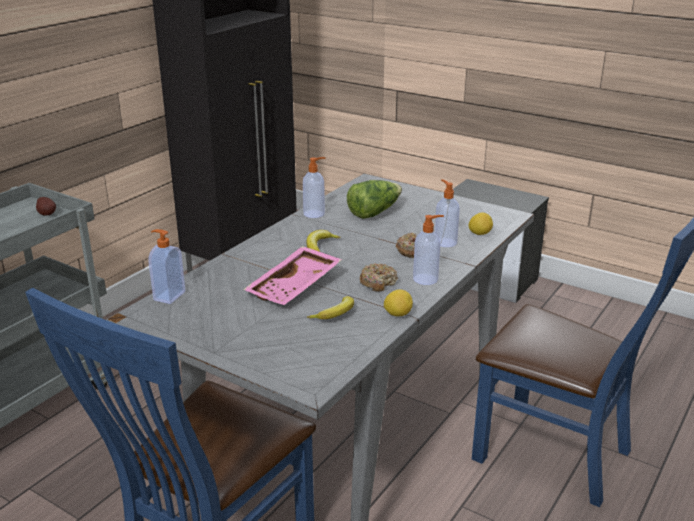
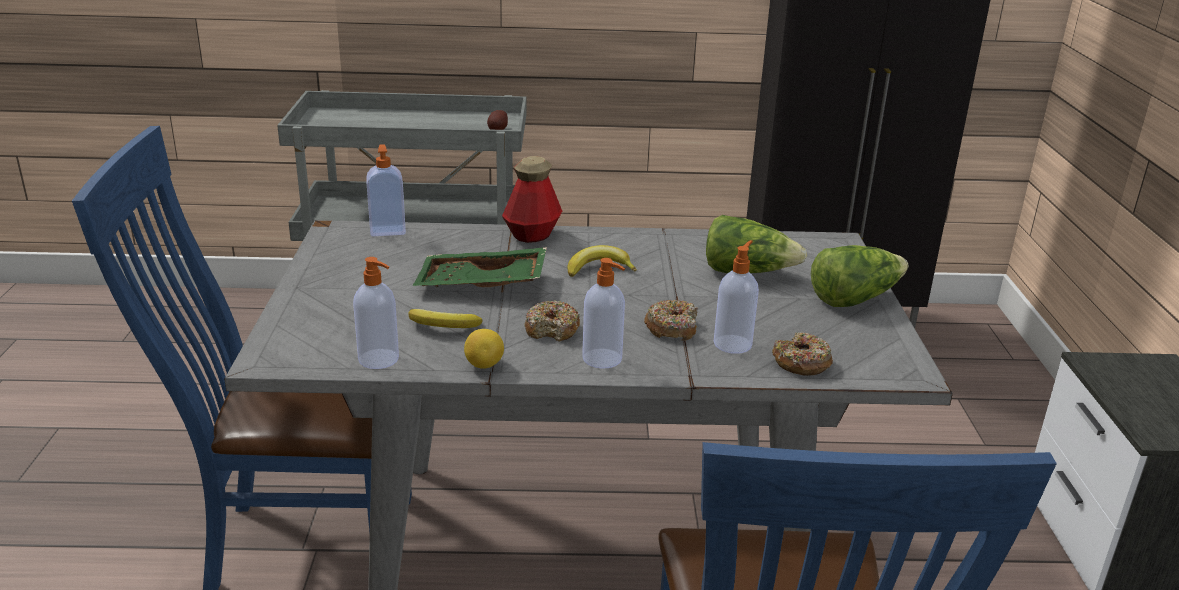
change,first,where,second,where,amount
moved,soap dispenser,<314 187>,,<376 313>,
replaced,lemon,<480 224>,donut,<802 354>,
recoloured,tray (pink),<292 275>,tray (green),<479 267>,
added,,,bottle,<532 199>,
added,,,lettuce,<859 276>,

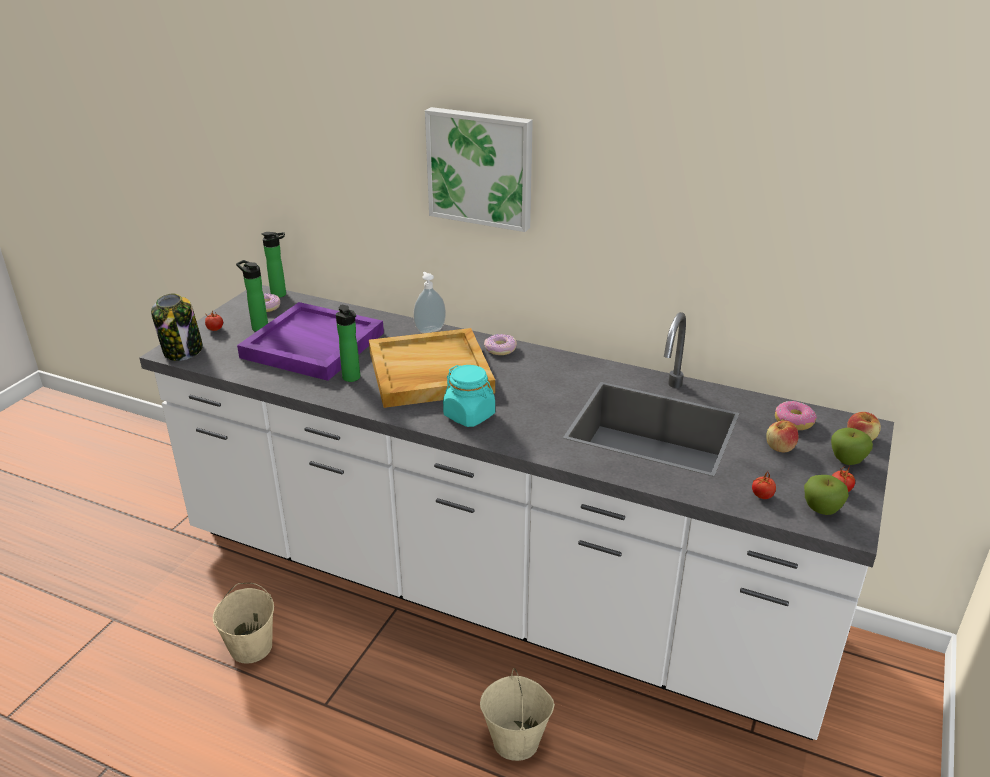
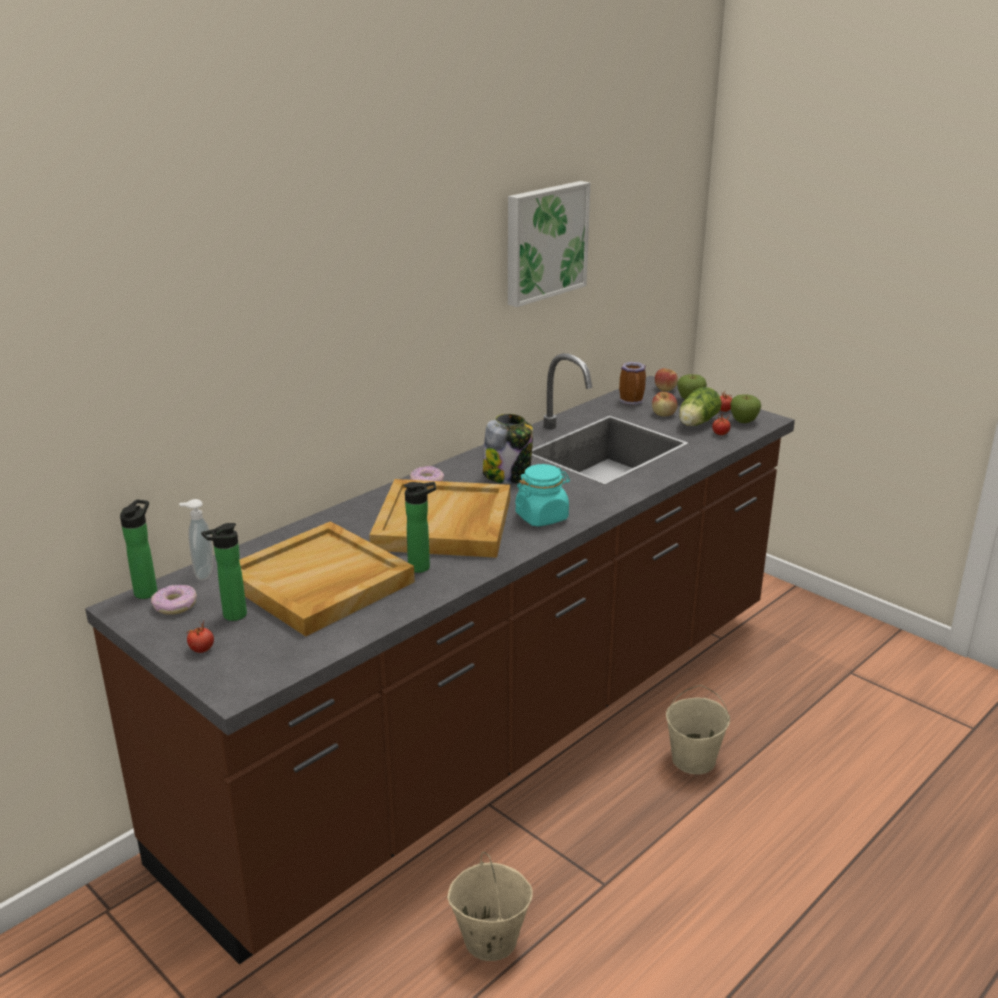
change,first,where,second,where,amount
moved,picture,<479 169>,,<549 244>,
moved,soap dispenser,<429 302>,,<196 539>,
recoloured,counter (white),<516 512>,counter (brown),<440 659>,
moved,jar,<177 327>,,<508 449>,
recoloured,tray (purple),<310 341>,tray (beige),<327 578>,
replaced,donut,<796 415>,mug,<632 383>,
added,,,lettuce,<700 406>,

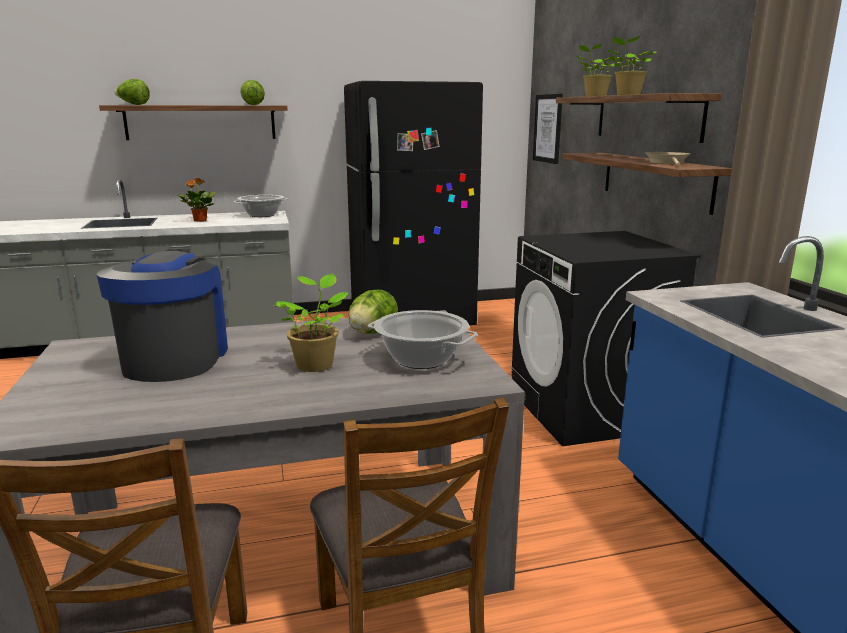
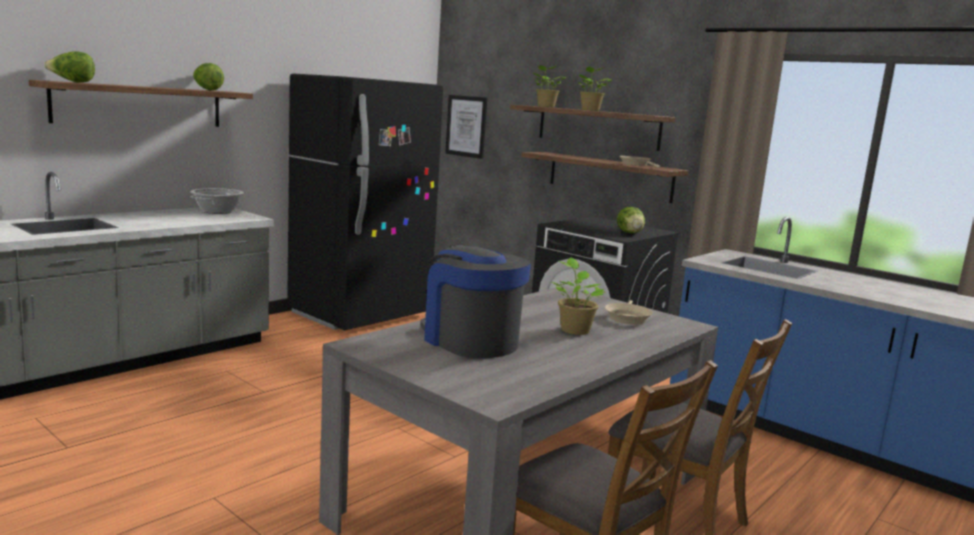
change,first,where,second,where,amount
removed,potted plant,<196 200>,,,
moved,lettuce,<373 312>,,<631 220>,
replaced,cooking pot,<423 339>,frying pan (beige),<629 312>,

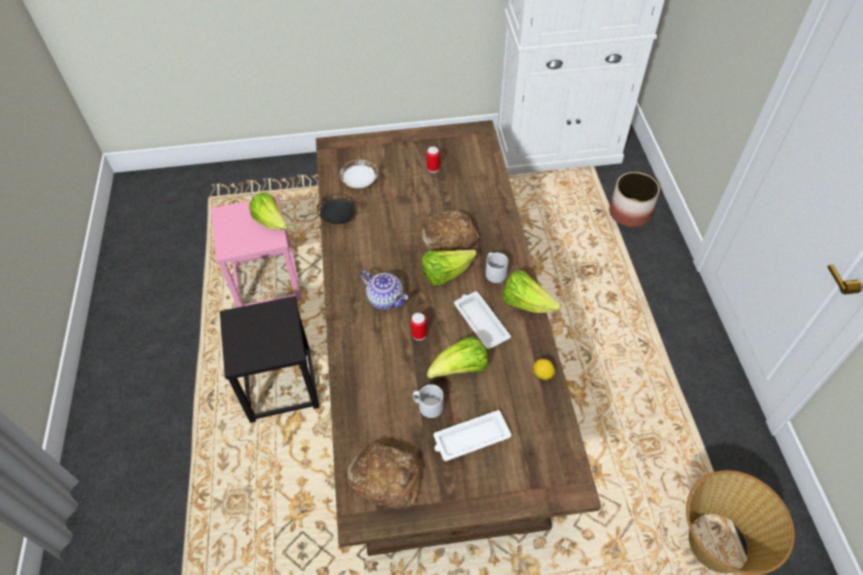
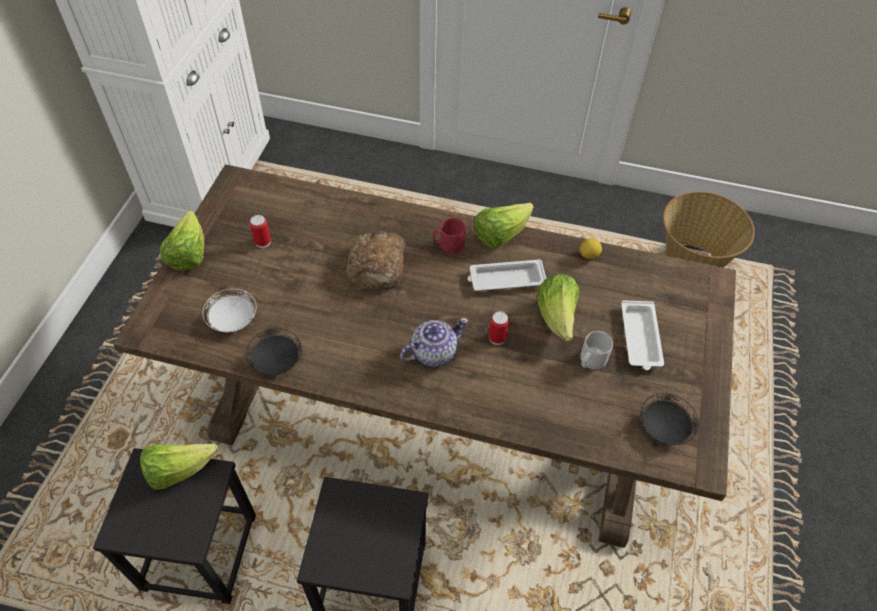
change,first,where,second,where,amount
removed,planter,<634 199>,,,
recoloured,stool (pink),<256 251>,stool (black),<174 526>,
moved,lettuce,<449 268>,,<182 240>,
recoloured,mug (grey),<496 267>,mug (red),<449 236>,
replaced,bread,<384 476>,plate (black),<669 419>,

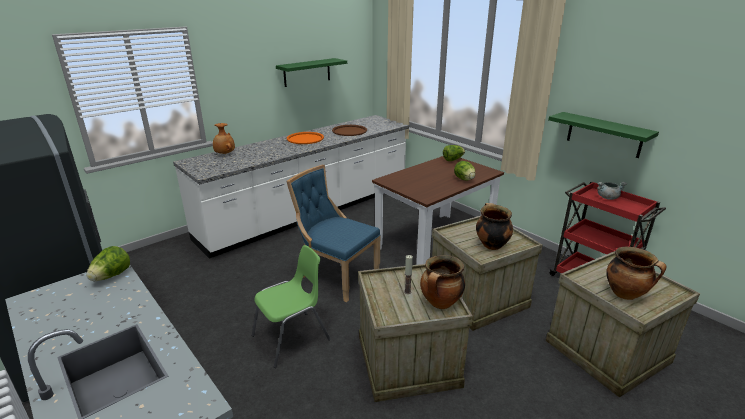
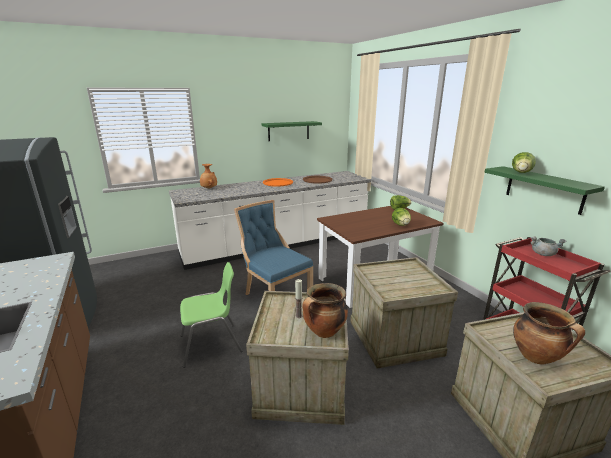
change,first,where,second,where,amount
removed,cooking pot,<494 226>,,,
moved,lettuce,<108 263>,,<524 162>,

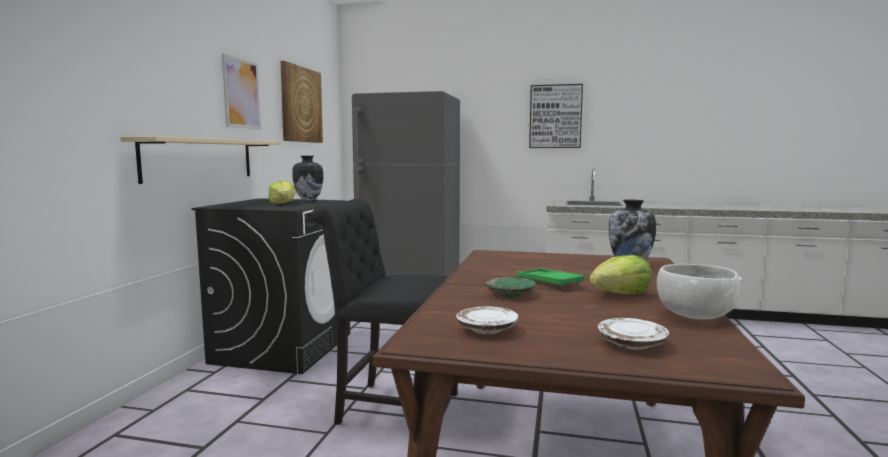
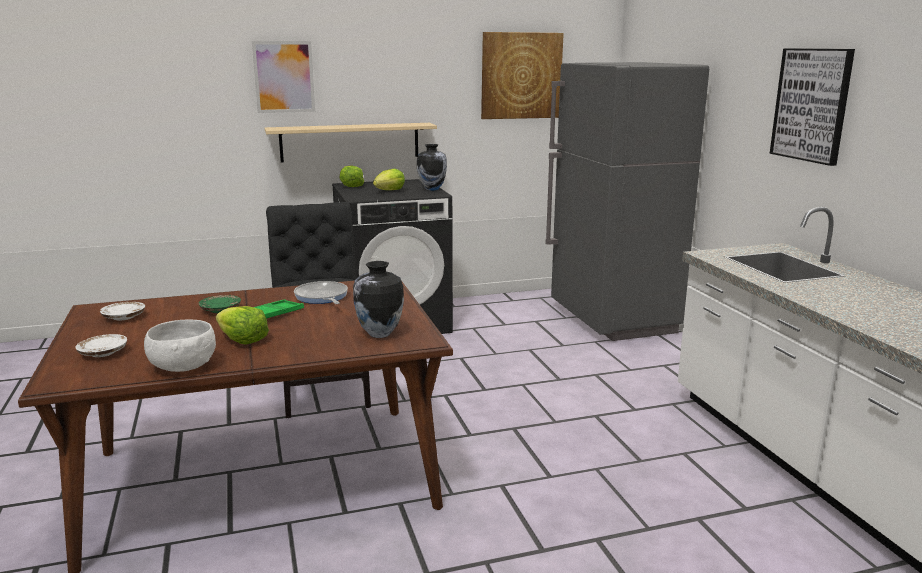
change,first,where,second,where,amount
moved,picture,<241 91>,,<283 77>,
added,,,lettuce,<352 176>,
added,,,frying pan,<321 292>,

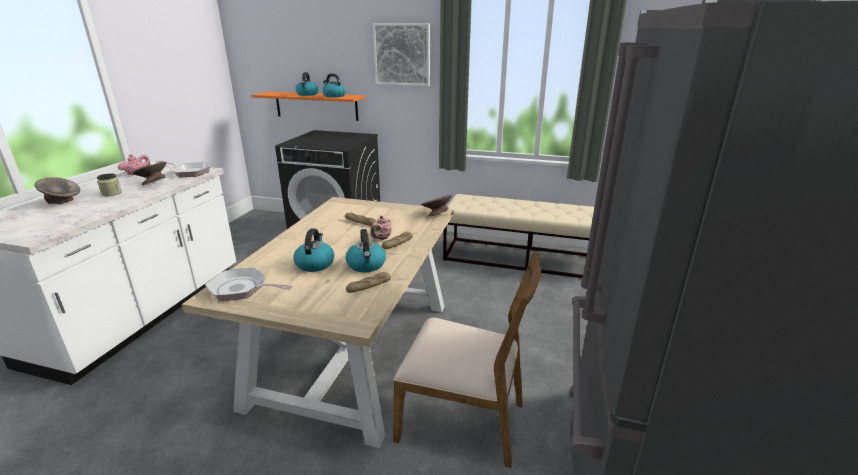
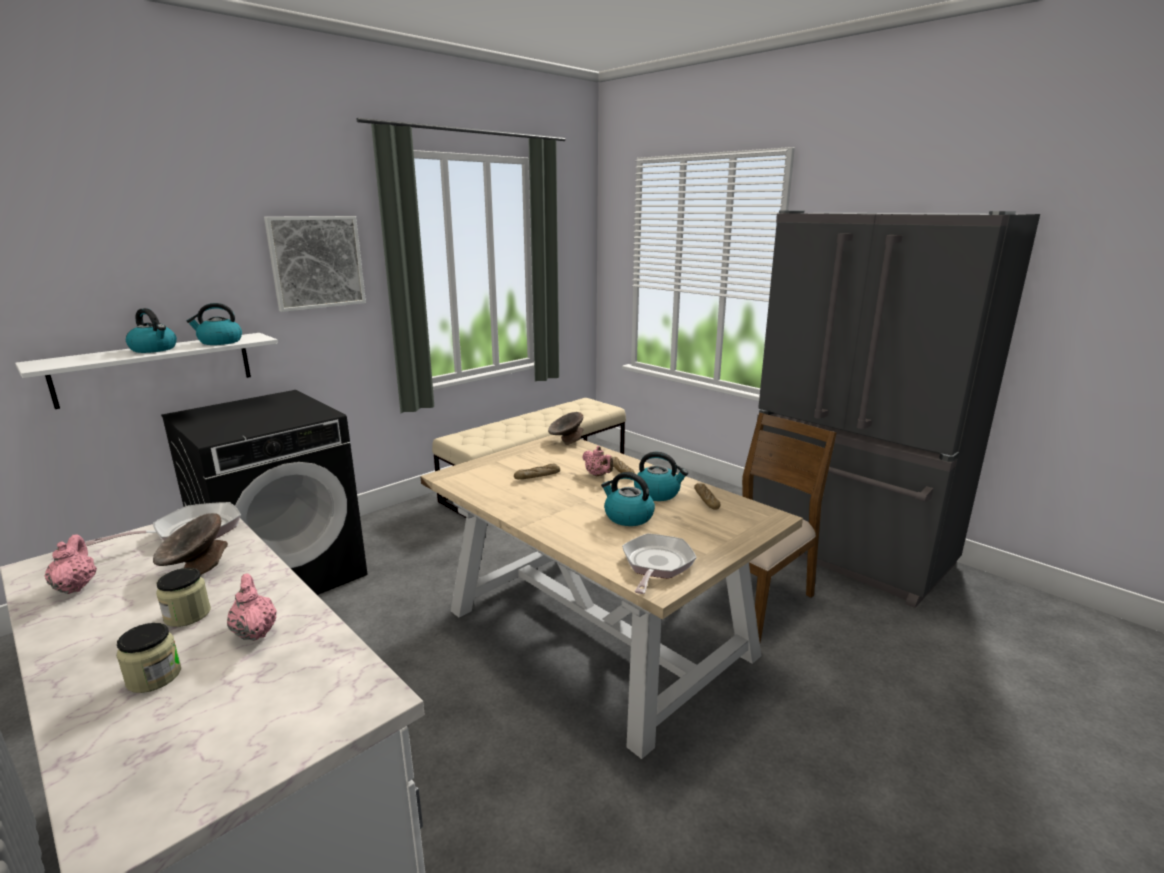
change,first,where,second,where,amount
recoloured,shelf (orange),<308 106>,shelf (white),<146 371>,
replaced,bowl (grey),<57 190>,jar,<149 658>,
turned,frying pan,<248 284>,,<659 563>,150 degrees clockwise
added,,,teapot (pink),<252 607>,

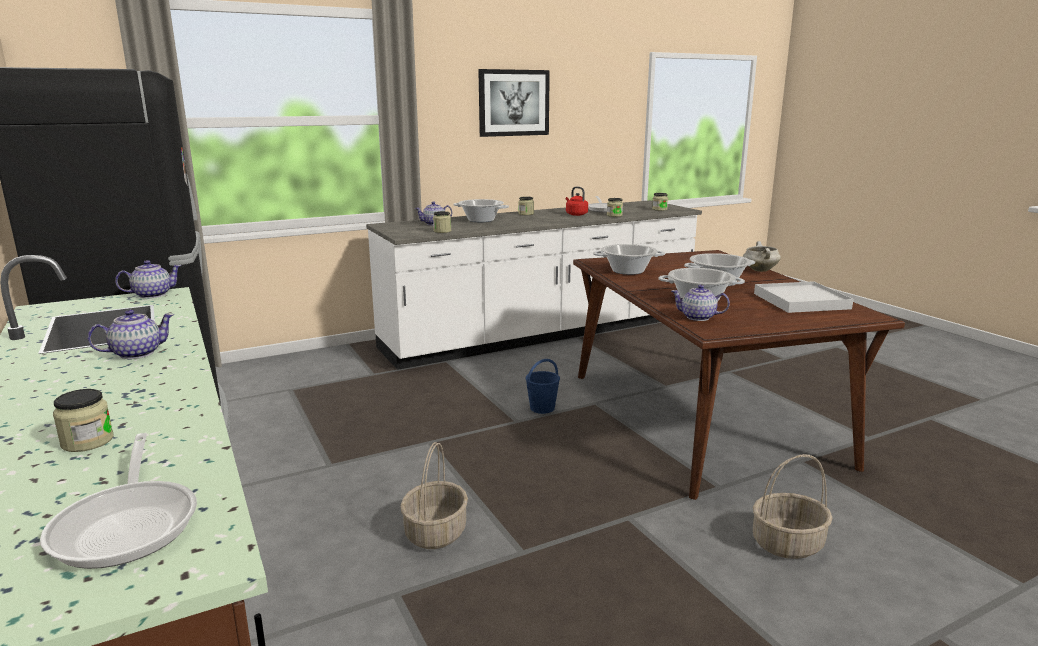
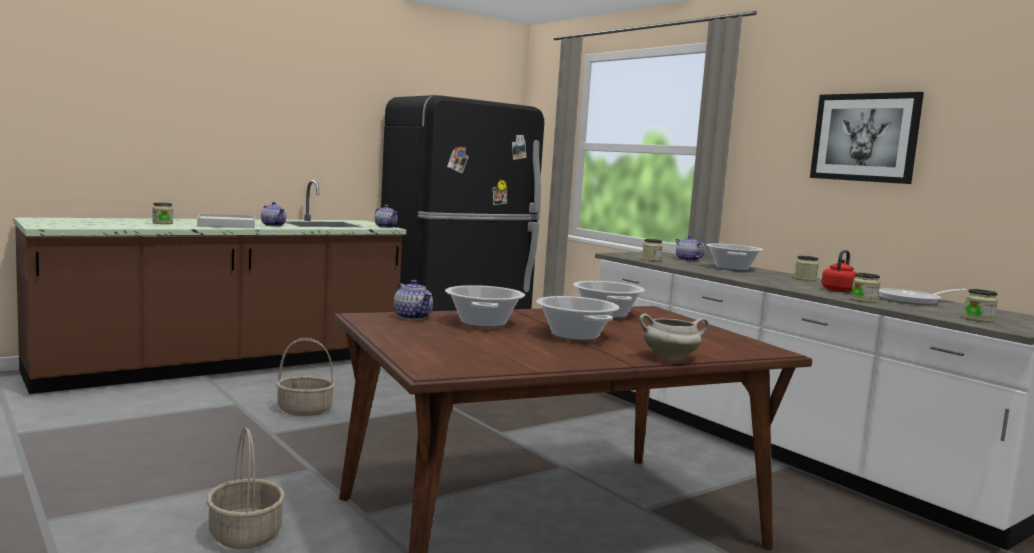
change,first,where,second,where,amount
moved,tray (white),<804 297>,,<226 221>,
turned,teapot,<700 303>,,<413 300>,135 degrees clockwise
removed,bucket (blue),<543 386>,,,
removed,frying pan,<118 501>,,,

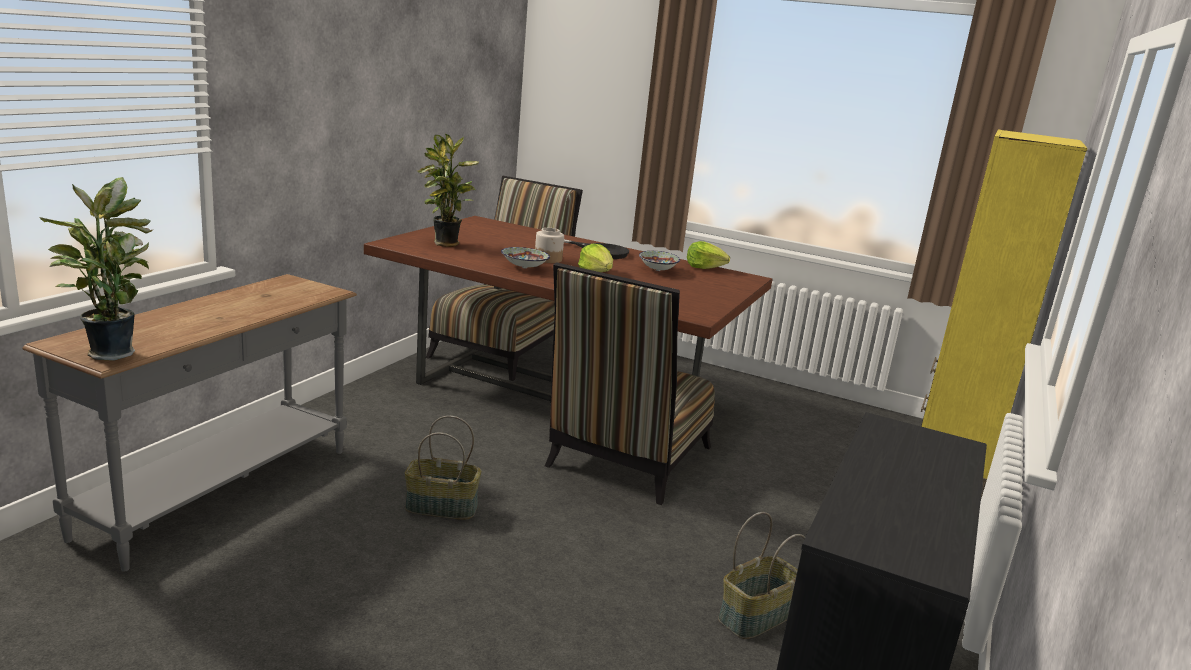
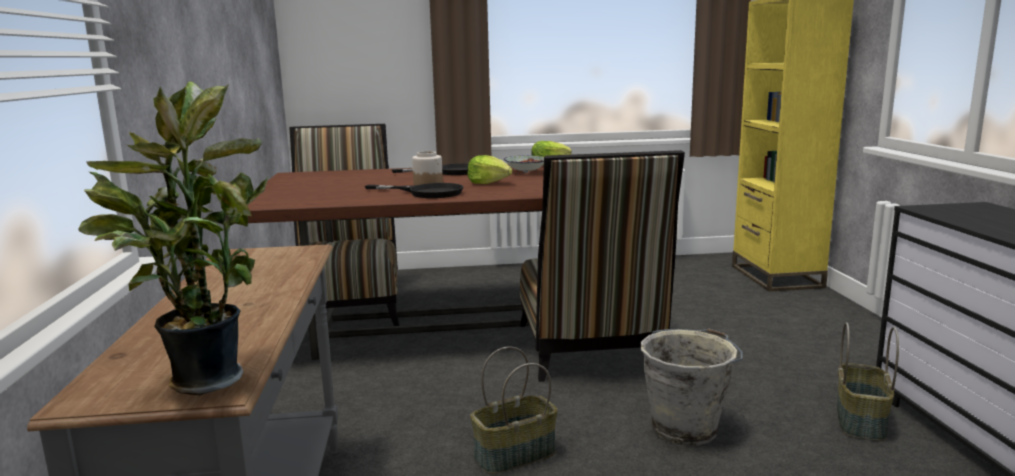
change,first,where,second,where,amount
removed,potted plant,<448 190>,,,
replaced,bowl,<525 257>,frying pan (black),<414 190>,
added,,,bucket (grey),<692 387>,

